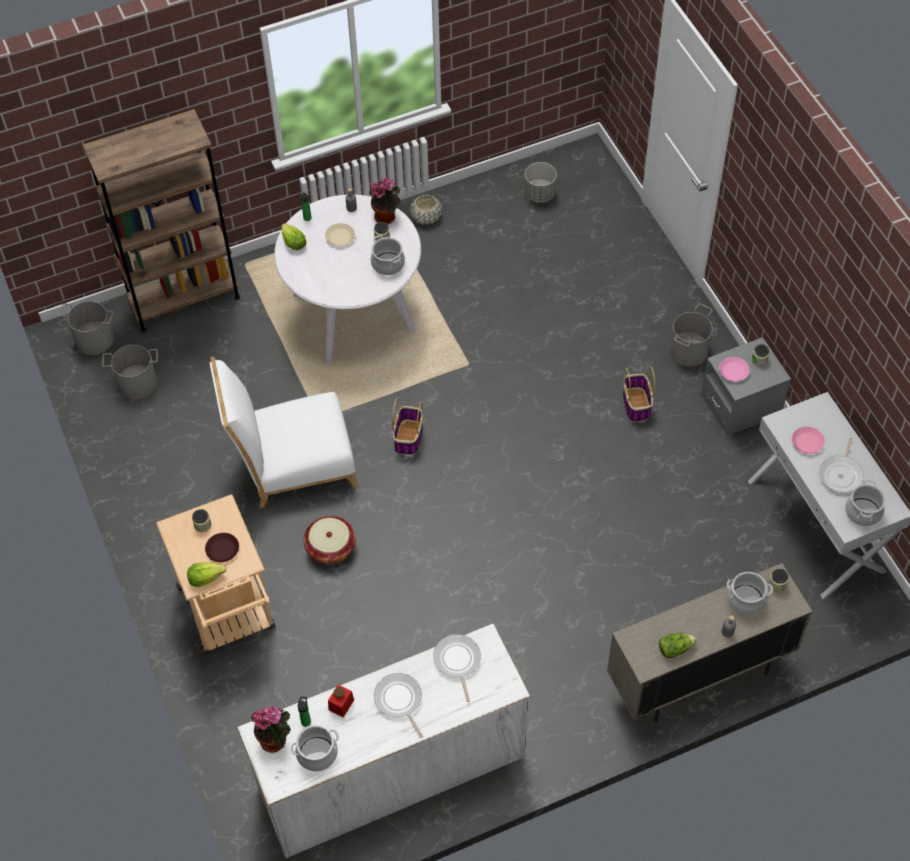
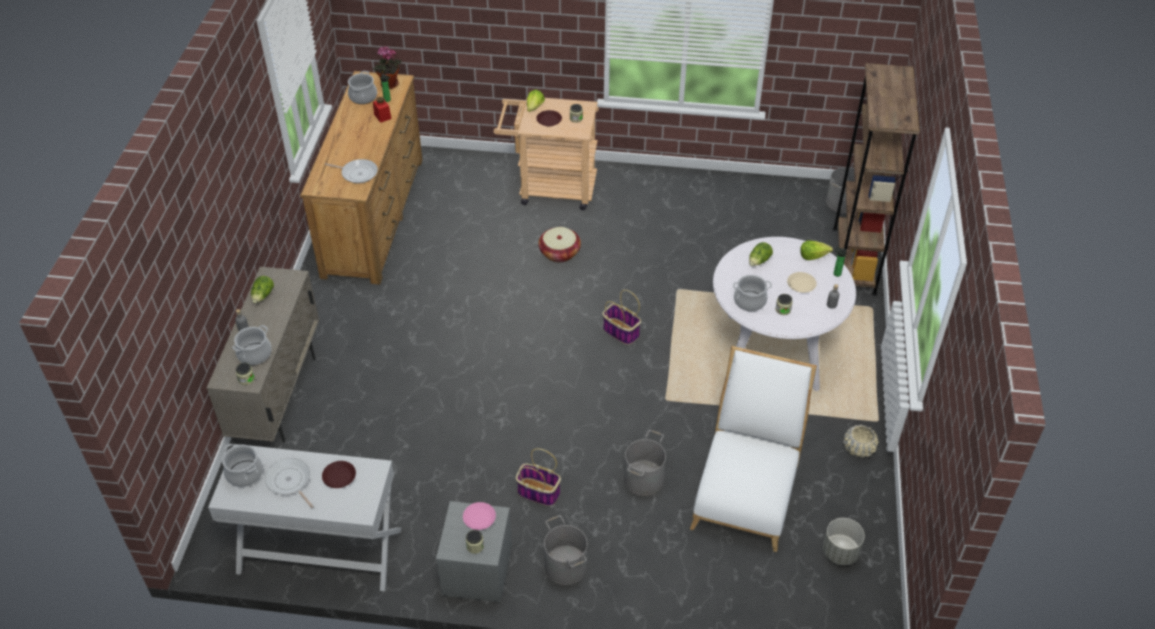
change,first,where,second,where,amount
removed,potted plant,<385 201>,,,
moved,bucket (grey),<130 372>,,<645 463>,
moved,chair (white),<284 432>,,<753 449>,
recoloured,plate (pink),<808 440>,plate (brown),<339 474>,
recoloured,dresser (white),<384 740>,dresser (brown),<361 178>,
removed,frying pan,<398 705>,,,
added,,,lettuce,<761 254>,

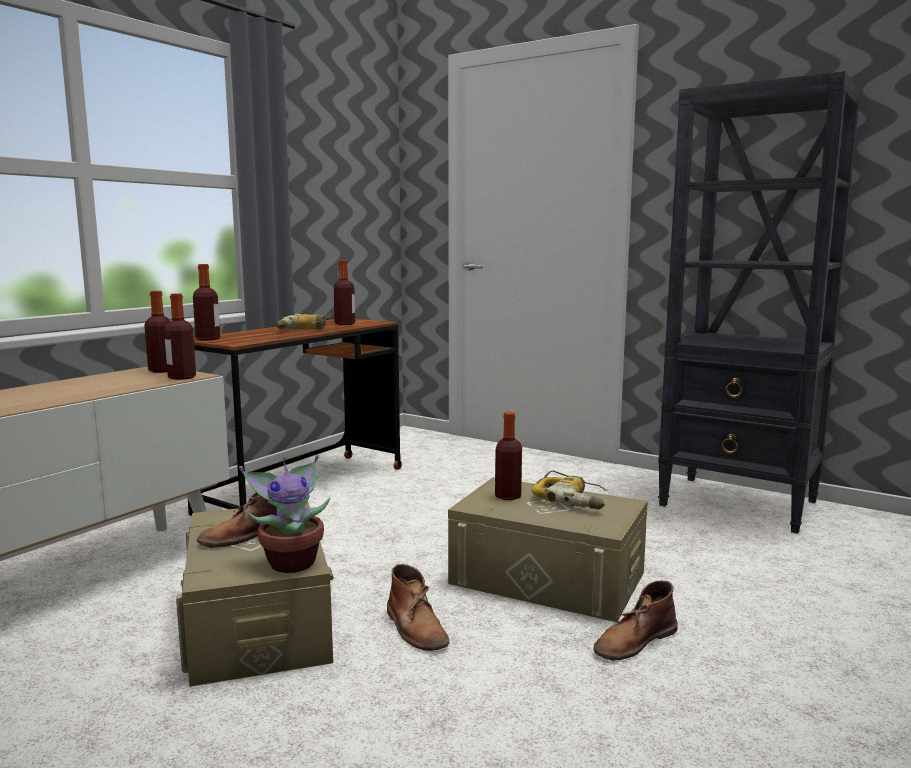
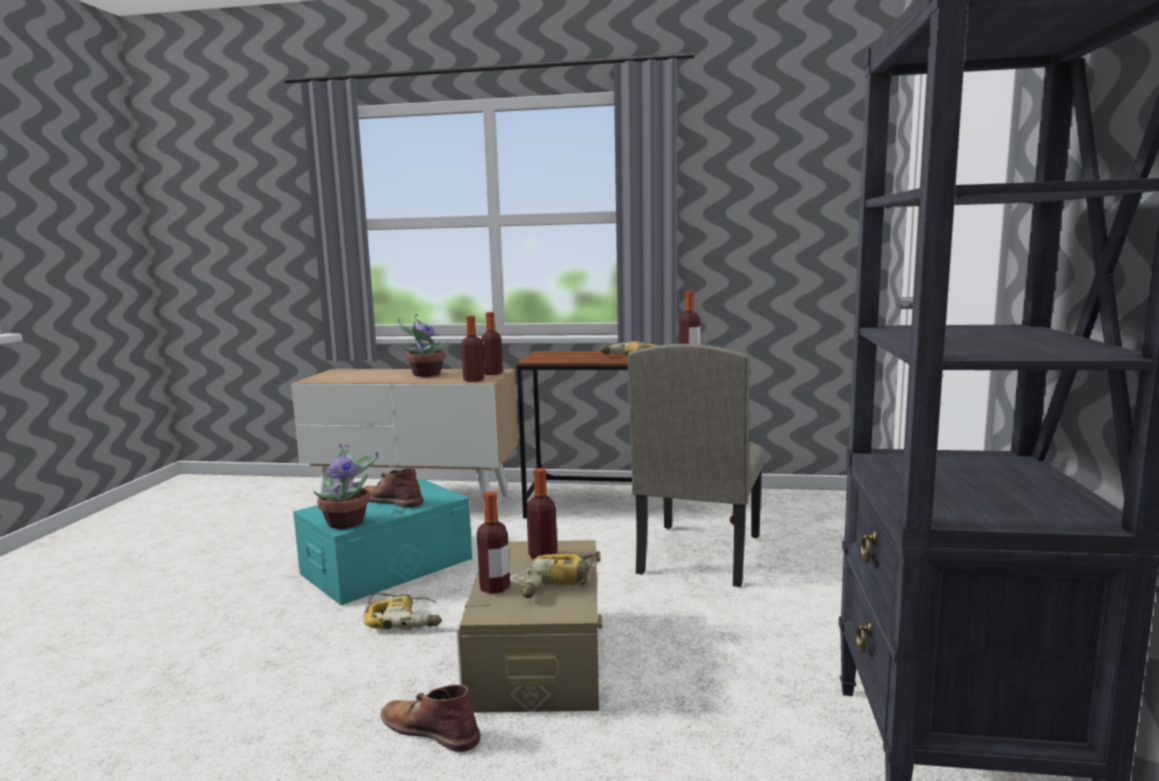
change,first,where,second,where,amount
moved,bottle,<206 302>,,<493 542>,
recoloured,storage box (beige),<255 594>,storage box (turquoise),<382 541>,
replaced,boot (brown),<418 607>,power drill,<402 611>,
added,,,potted plant,<423 345>,
added,,,chair (beige),<696 465>,

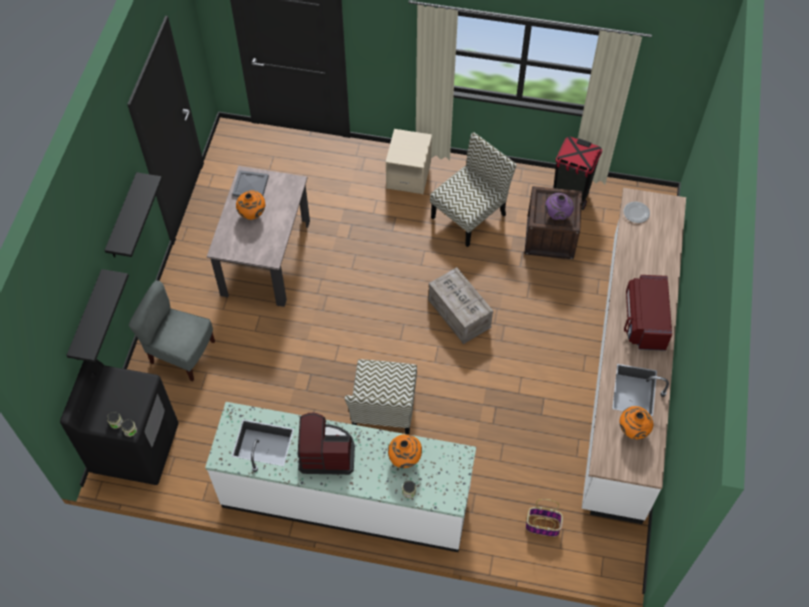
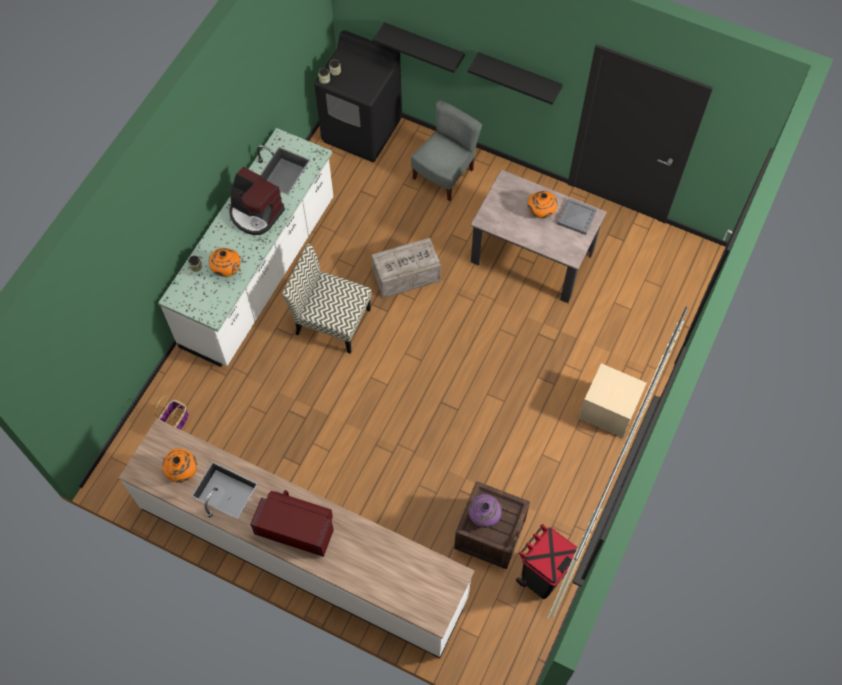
change,first,where,second,where,amount
removed,chair,<473 189>,,,
removed,plate,<636 212>,,,
moved,crate,<460 305>,,<406 268>,
turned,coffee machine,<326 444>,,<257 201>,105 degrees clockwise

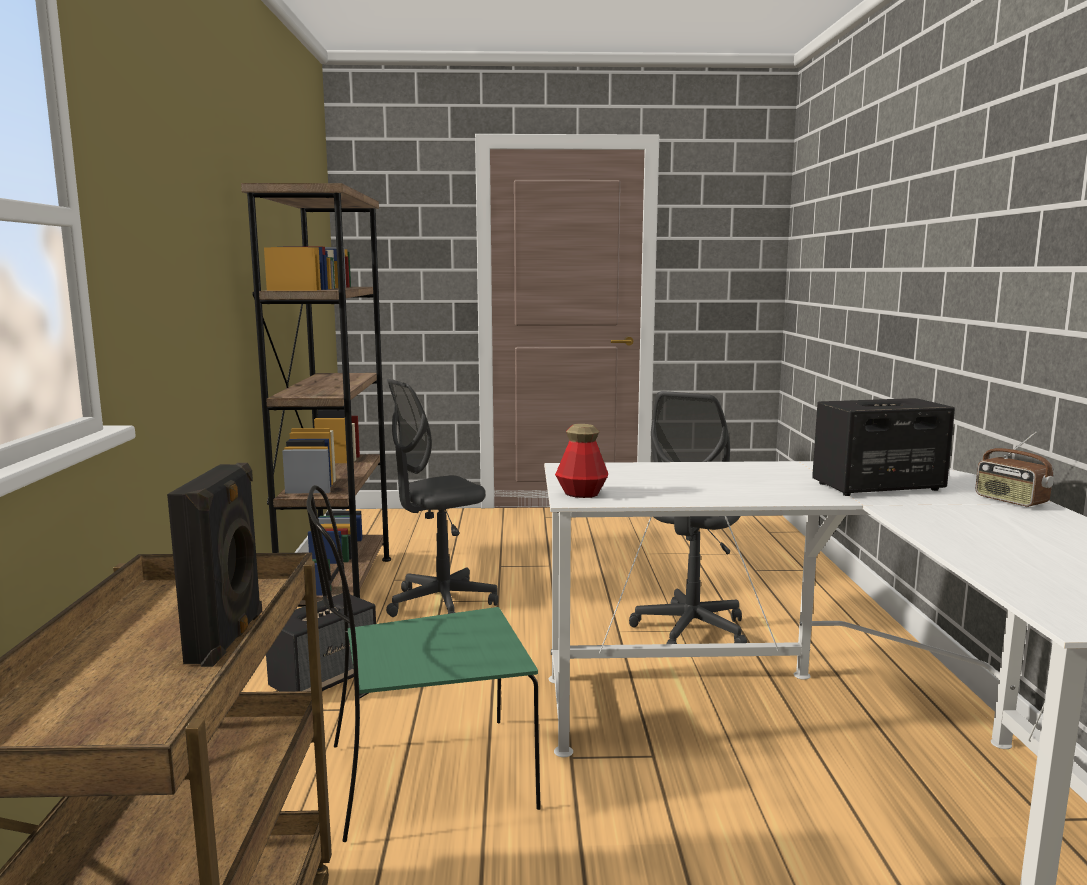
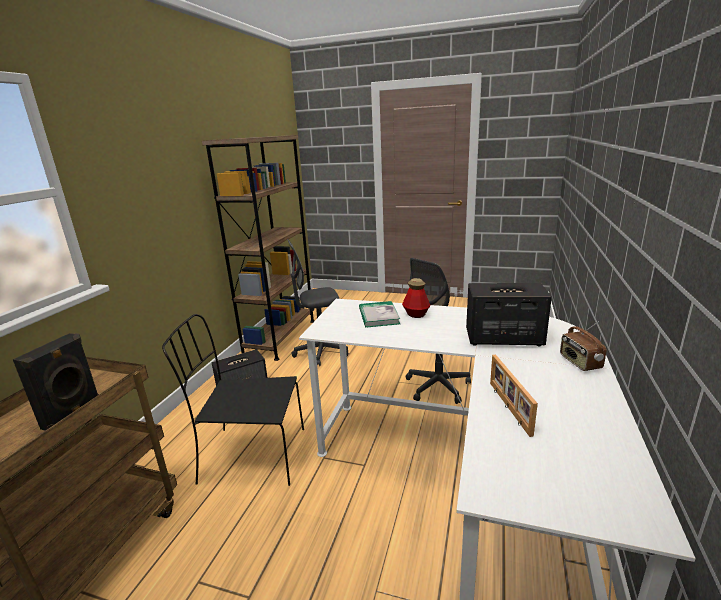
change,first,where,second,where,amount
moved,bottle,<581 461>,,<416 298>,
recoloured,chair (green),<423 663>,chair (black),<233 400>,
added,,,book,<379 314>,
added,,,picture frame,<514 396>,

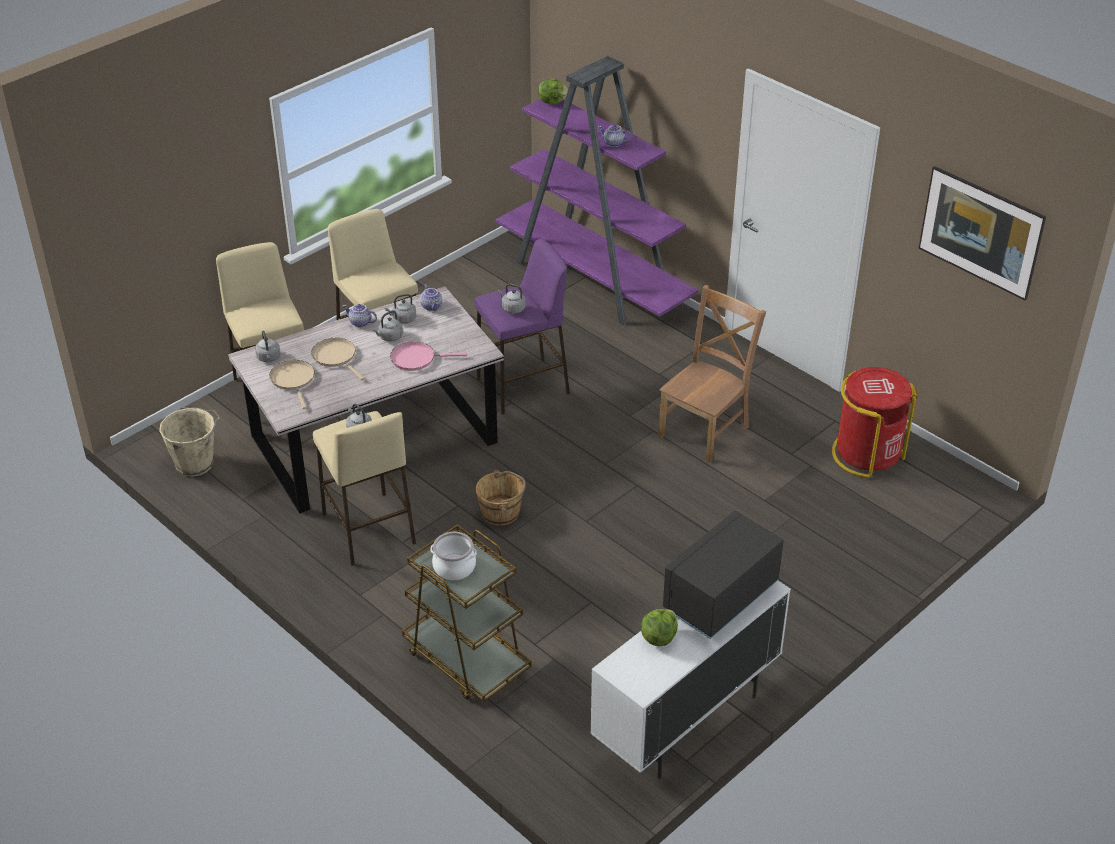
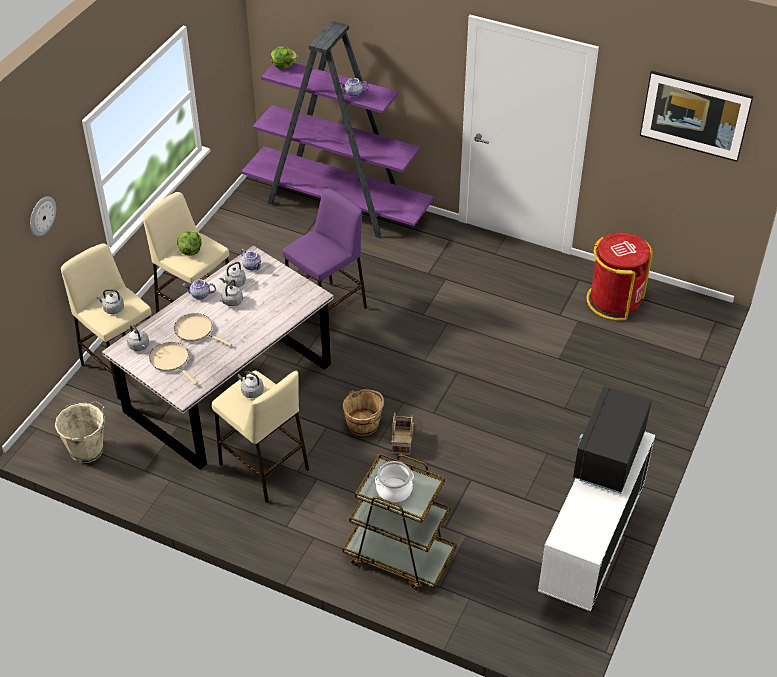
change,first,where,second,where,amount
moved,kettle (grey),<512 299>,,<110 301>,
removed,chair (brown),<712 373>,,,
removed,frying pan (pink),<428 356>,,,
moved,lettuce,<659 627>,,<189 243>,
added,,,wall clock,<43 216>,
added,,,basket,<402 434>,

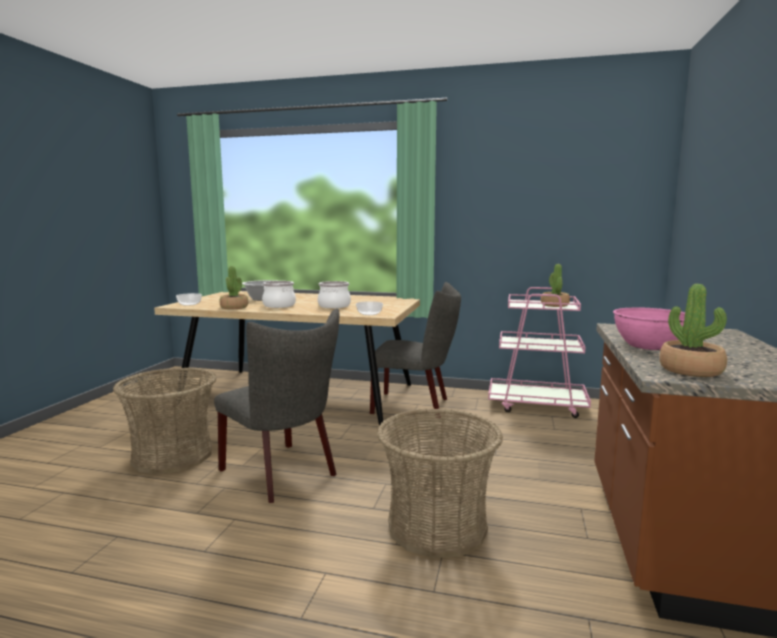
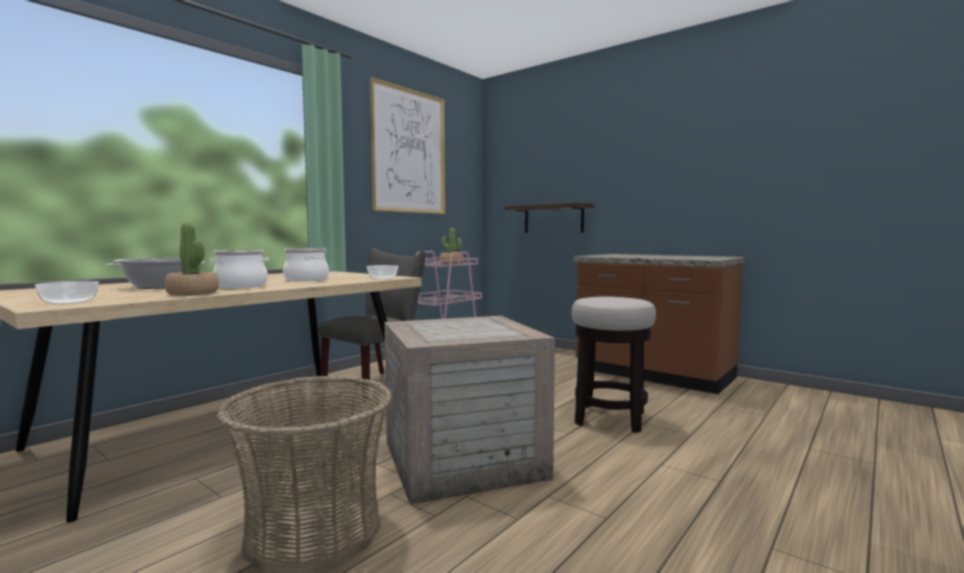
change,first,where,second,where,amount
removed,potted plant,<693 330>,,,
removed,bowl (pink),<649 328>,,,
replaced,chair (grey),<276 405>,crate,<469 410>,
replaced,basket,<440 483>,stool,<614 365>,
added,,,picture,<407 145>,
added,,,shelf,<549 217>,

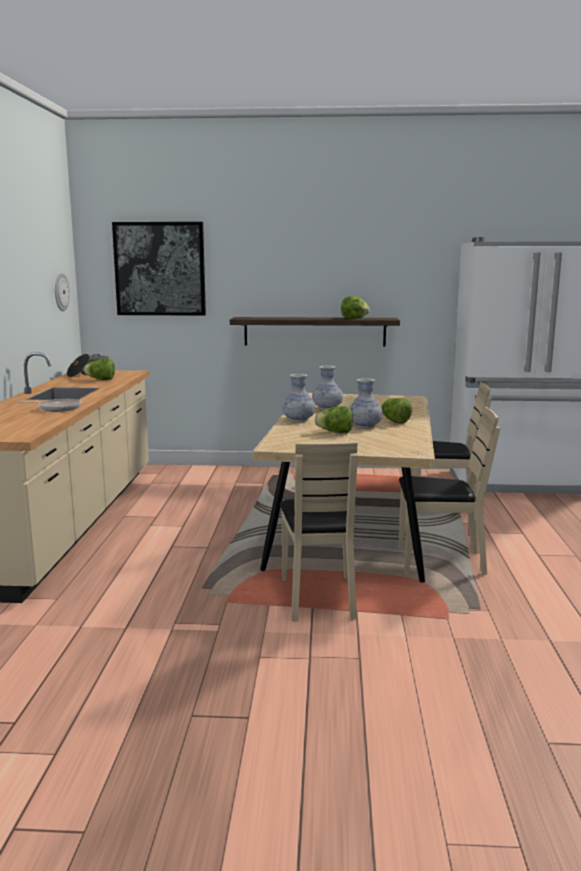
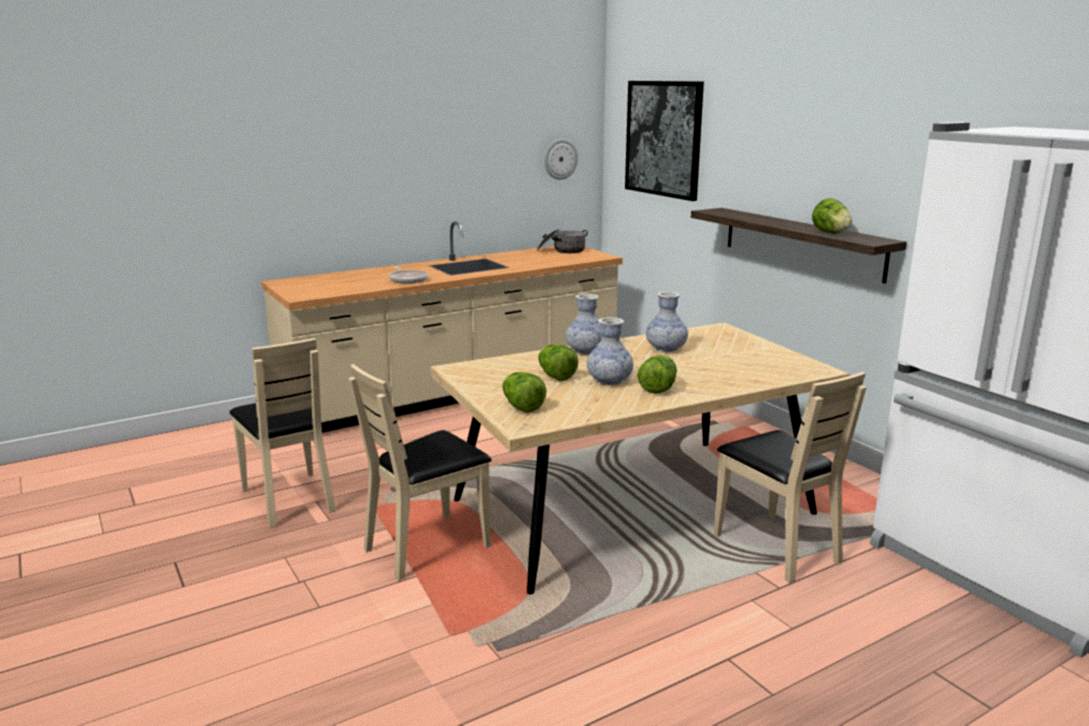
change,first,where,second,where,amount
moved,lettuce,<99 369>,,<524 392>,
moved,chair (beige),<449 491>,,<282 433>,

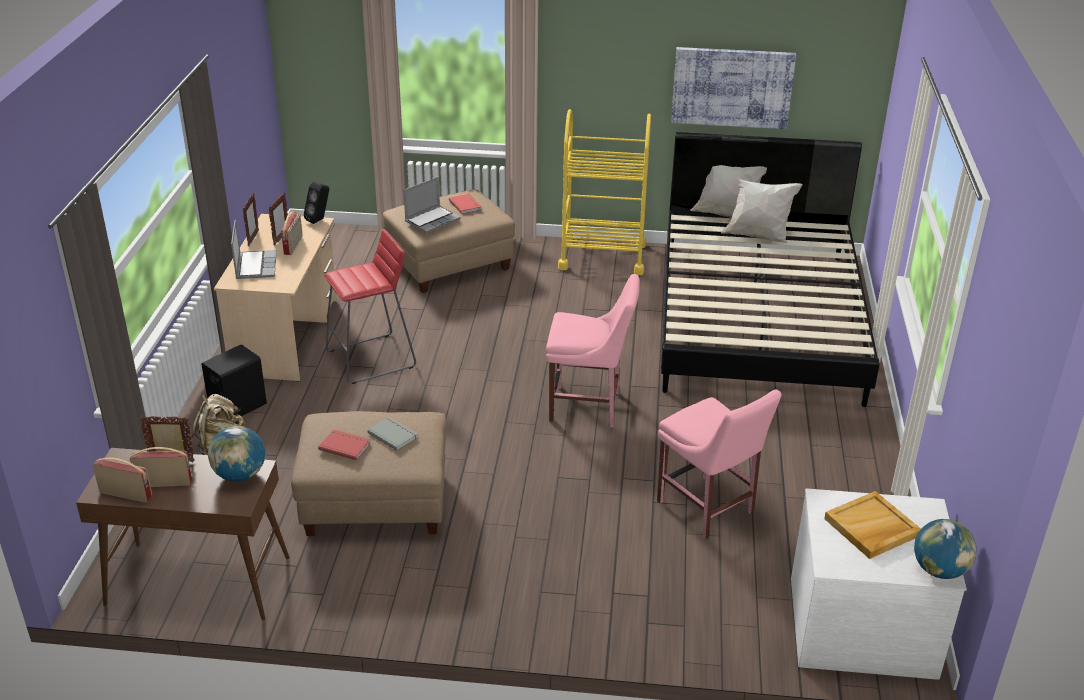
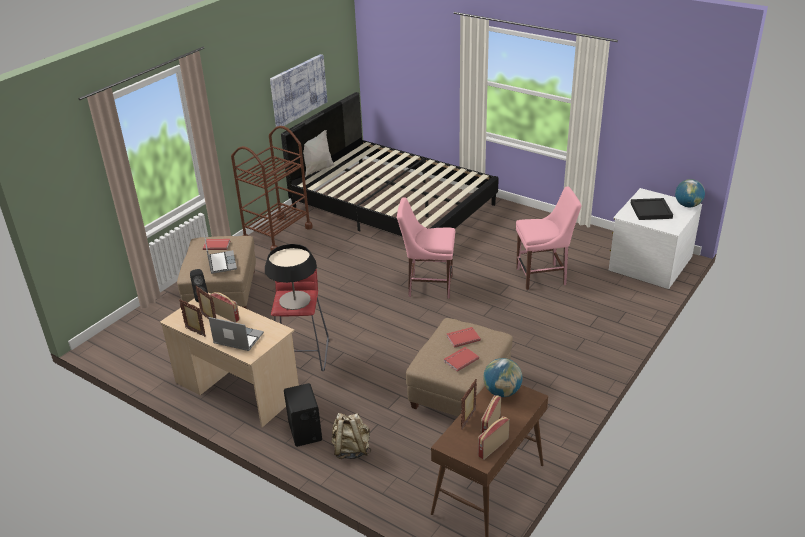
change,first,where,second,where,amount
recoloured,cart (yellow),<604 192>,cart (brown),<272 188>,
removed,pillow (white),<762 210>,,,
turned,chair (pink),<593 351>,,<426 248>,120 degrees counterclockwise
recoloured,book (grey),<393 434>,book (red),<464 337>,
recoloured,tray (beige),<872 525>,tray (black),<651 209>,
added,,,table lamp,<291 277>,

